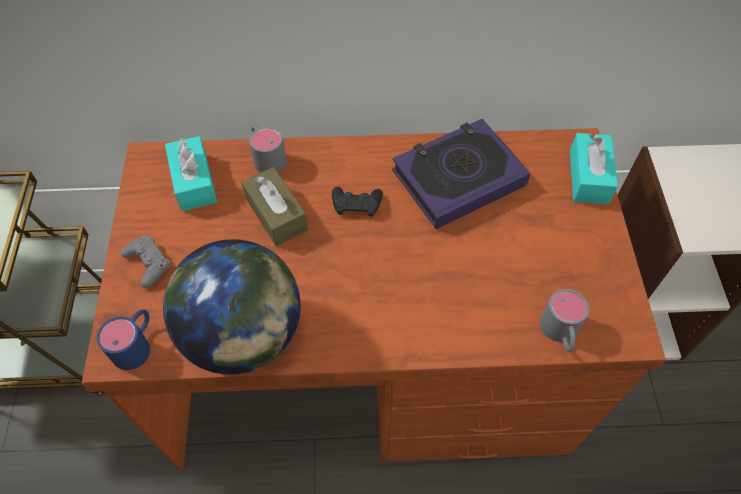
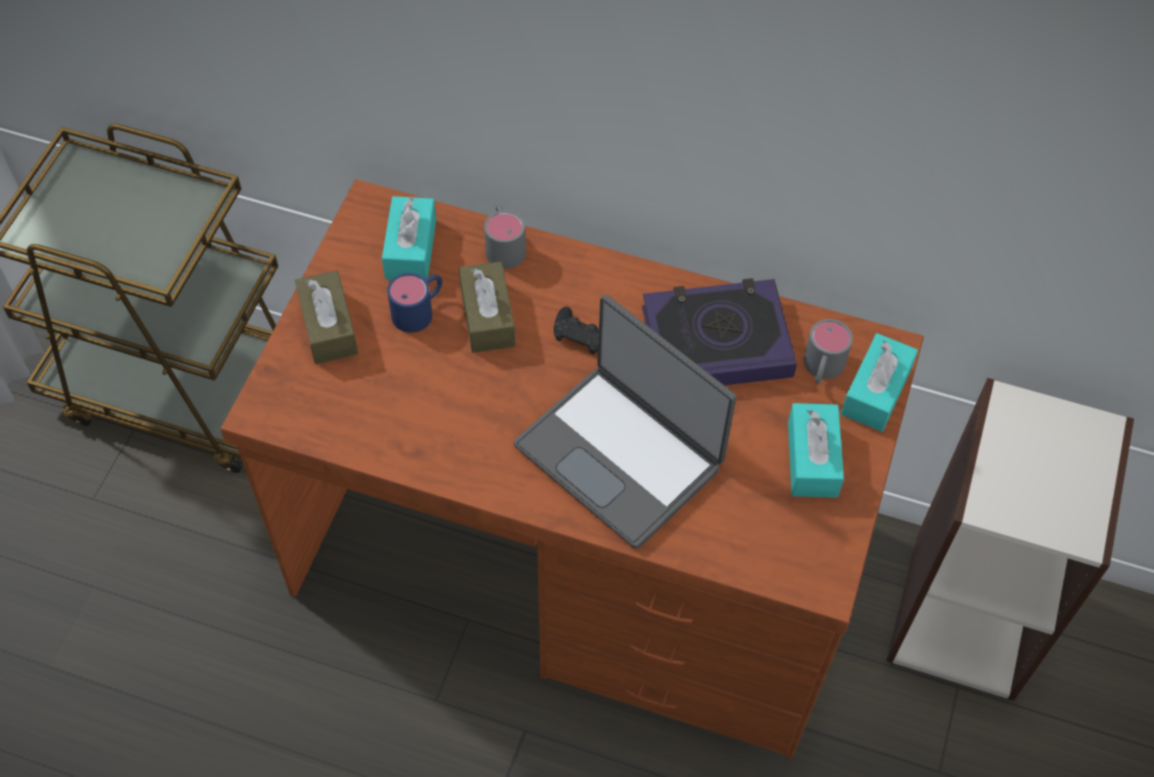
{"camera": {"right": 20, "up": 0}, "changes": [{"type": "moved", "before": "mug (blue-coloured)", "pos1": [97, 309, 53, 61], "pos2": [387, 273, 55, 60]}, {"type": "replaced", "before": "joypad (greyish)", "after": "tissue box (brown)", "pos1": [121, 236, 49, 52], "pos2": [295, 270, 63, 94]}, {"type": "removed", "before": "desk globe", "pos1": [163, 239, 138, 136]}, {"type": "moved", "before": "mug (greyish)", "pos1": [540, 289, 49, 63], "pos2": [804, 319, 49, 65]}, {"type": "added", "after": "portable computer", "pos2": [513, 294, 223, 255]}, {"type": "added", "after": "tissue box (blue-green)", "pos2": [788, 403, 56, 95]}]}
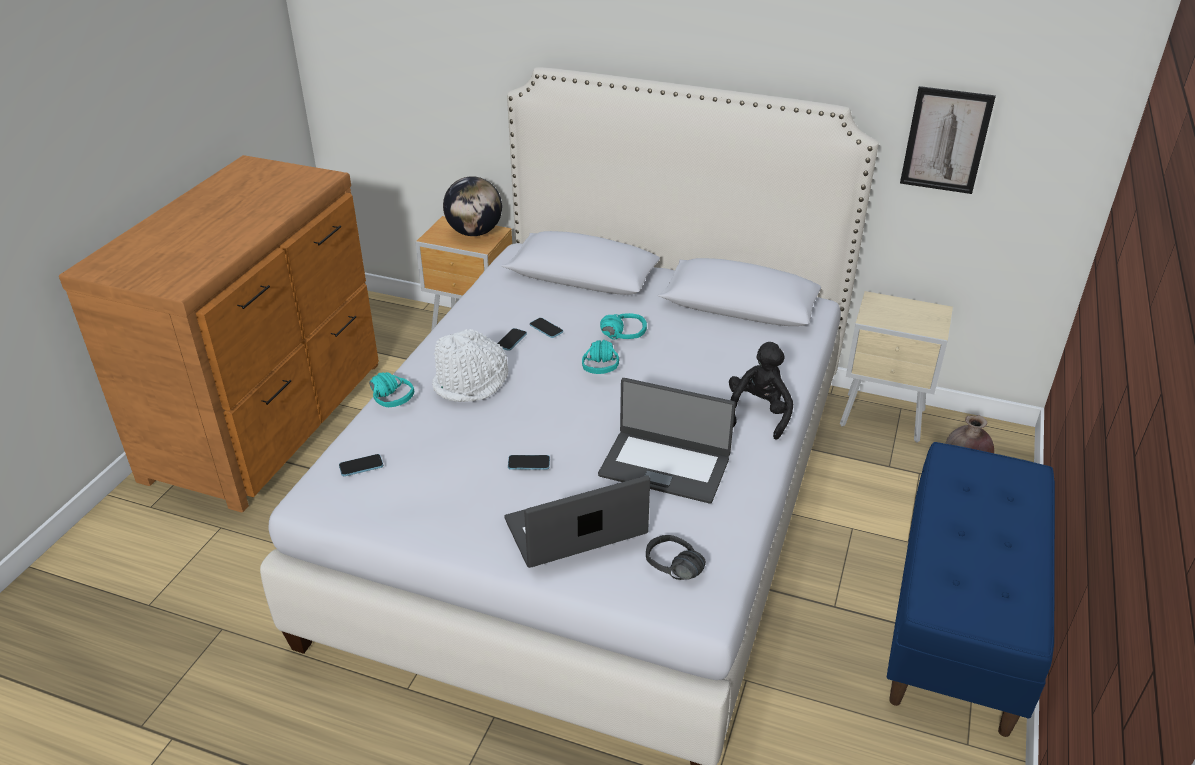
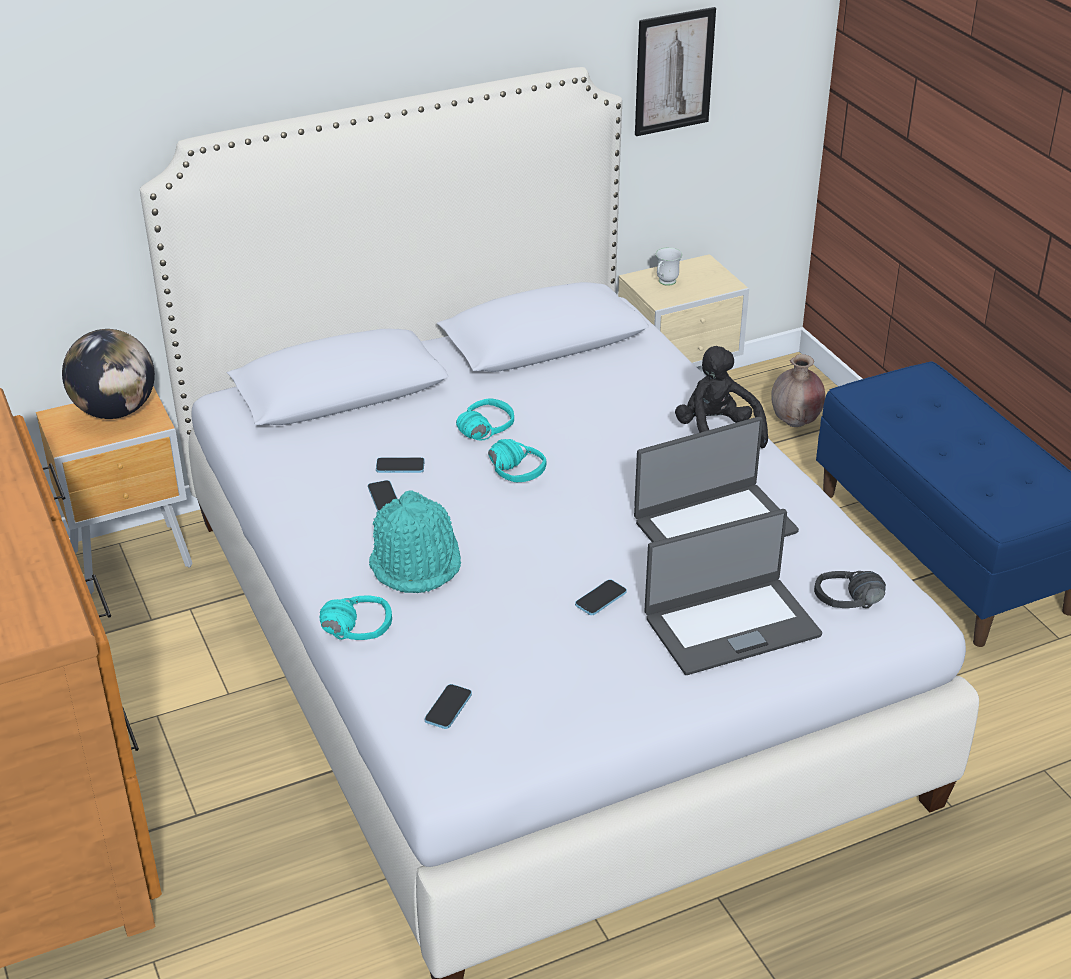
{"camera": {"right": -45, "up": 0}, "changes": [{"type": "recoloured", "before": "clothing hat (whitish)", "after": "clothing hat (blue-green)", "pos1": [432, 329, 76, 73], "pos2": [369, 490, 92, 103]}, {"type": "turned", "before": "portable computer", "pos1": [504, 475, 146, 93], "pos2": [644, 509, 178, 166], "turn": -135}, {"type": "added", "after": "mug (whitish)", "pos2": [656, 247, 26, 39]}]}
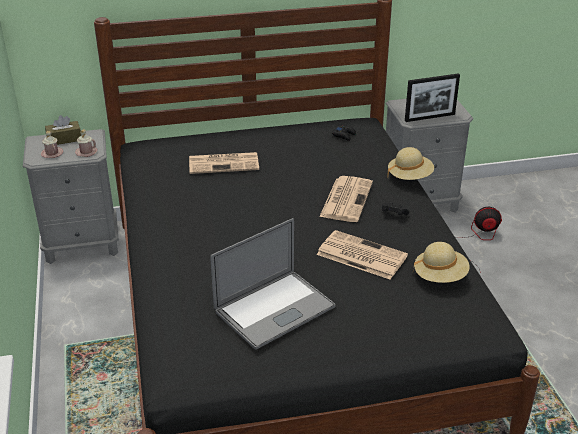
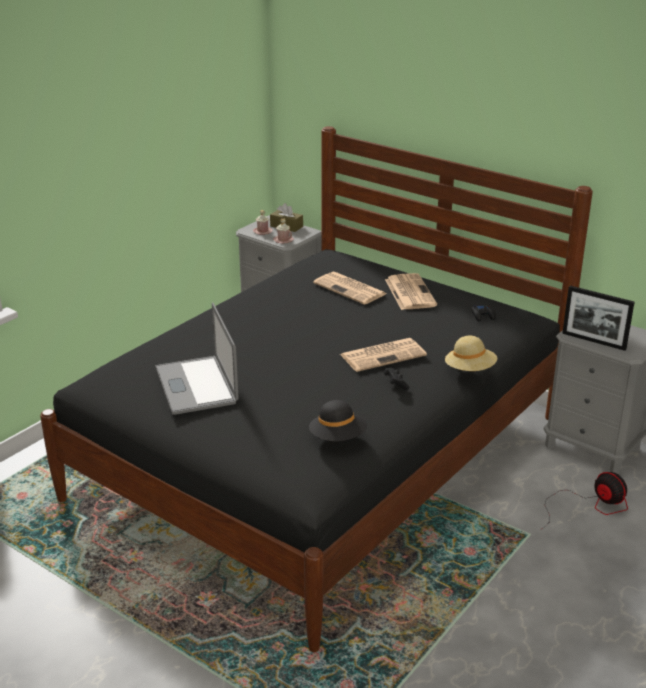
{"camera": {"right": 50, "up": -5}, "changes": [{"type": "turned", "before": "portable computer", "pos1": [210, 218, 126, 132], "pos2": [156, 303, 82, 112], "turn": 60}, {"type": "moved", "before": "newspaper", "pos1": [317, 230, 91, 50], "pos2": [385, 273, 52, 37]}, {"type": "recoloured", "before": "clothing hat (beige)", "after": "clothing hat (black-coloured)", "pos1": [413, 242, 56, 41], "pos2": [309, 400, 58, 41]}]}
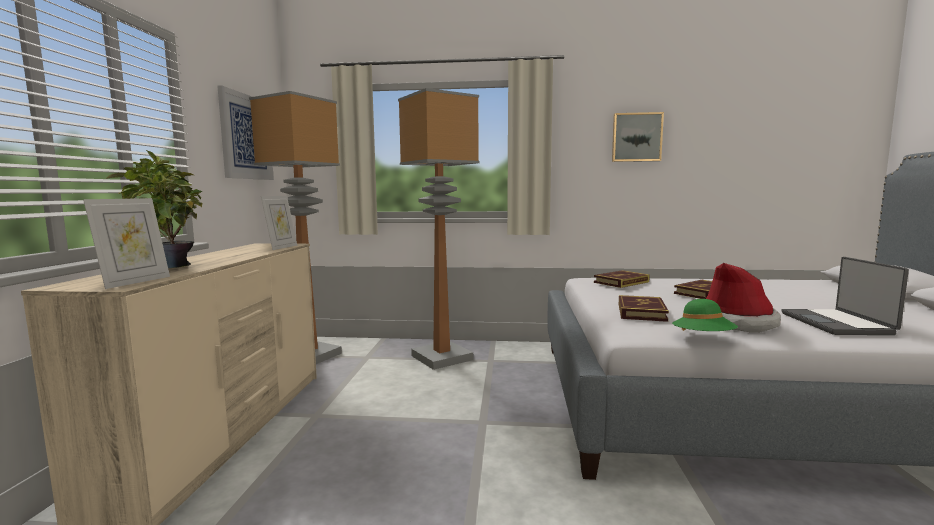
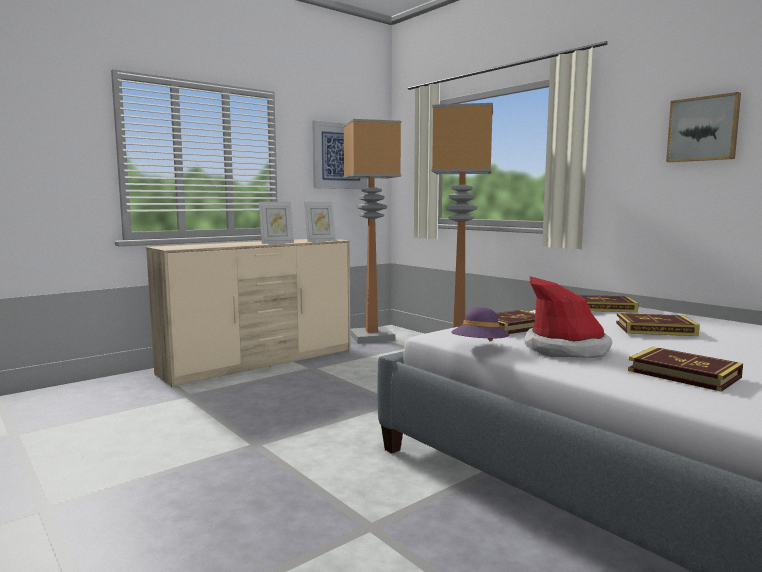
{"camera": {"right": 45, "up": 0}, "changes": [{"type": "moved", "before": "standing frame", "pos1": [83, 198, 87, 91], "pos2": [259, 202, 35, 42]}, {"type": "removed", "before": "houseplant", "pos1": [106, 150, 96, 118]}, {"type": "recoloured", "before": "clothing hat (green-coloured)", "after": "clothing hat (purple)", "pos1": [672, 299, 66, 32], "pos2": [451, 307, 58, 35]}, {"type": "replaced", "before": "portable computer", "after": "volume", "pos1": [782, 257, 127, 78], "pos2": [628, 347, 115, 45]}]}
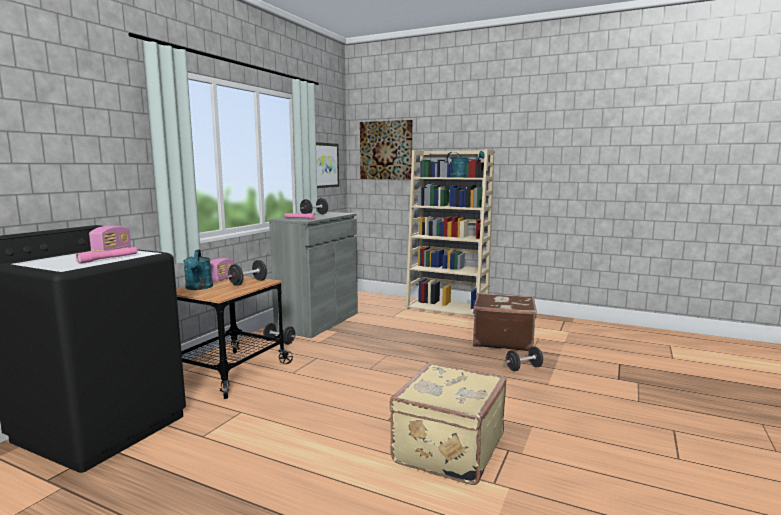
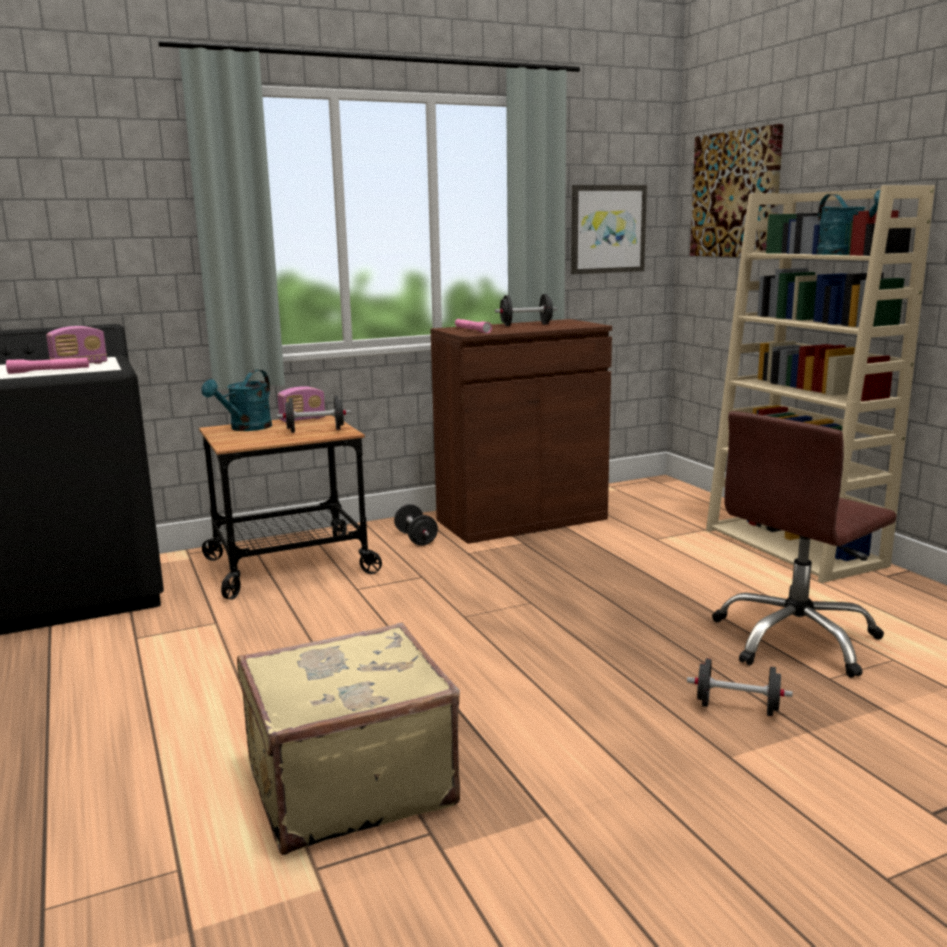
{"camera": {"right": 40, "up": 5}, "changes": [{"type": "recoloured", "before": "cupboard (greyish)", "after": "cupboard (brown)", "pos1": [269, 212, 89, 126], "pos2": [431, 319, 181, 225]}, {"type": "replaced", "before": "travel case (brown)", "after": "desk chair (brown)", "pos1": [473, 293, 64, 58], "pos2": [712, 411, 185, 267]}]}
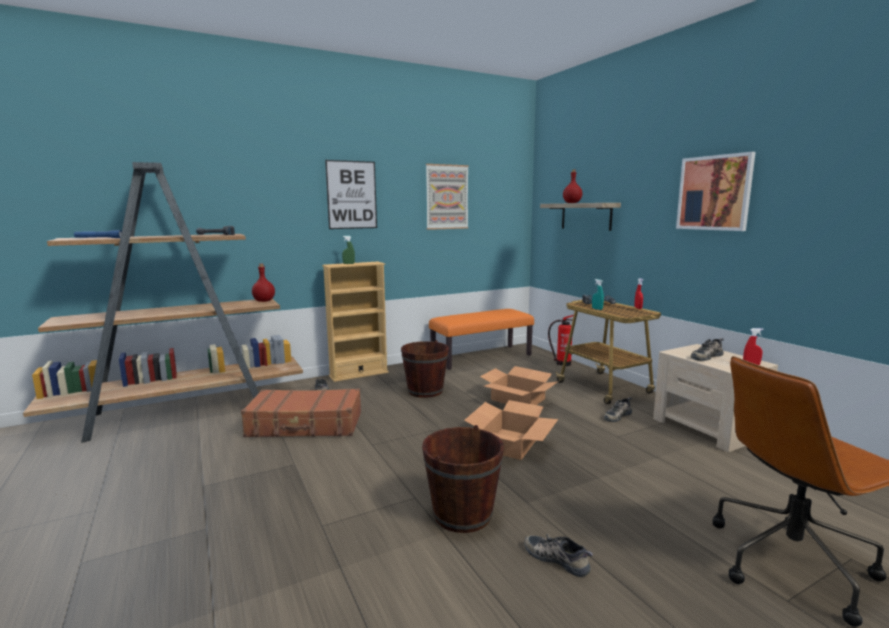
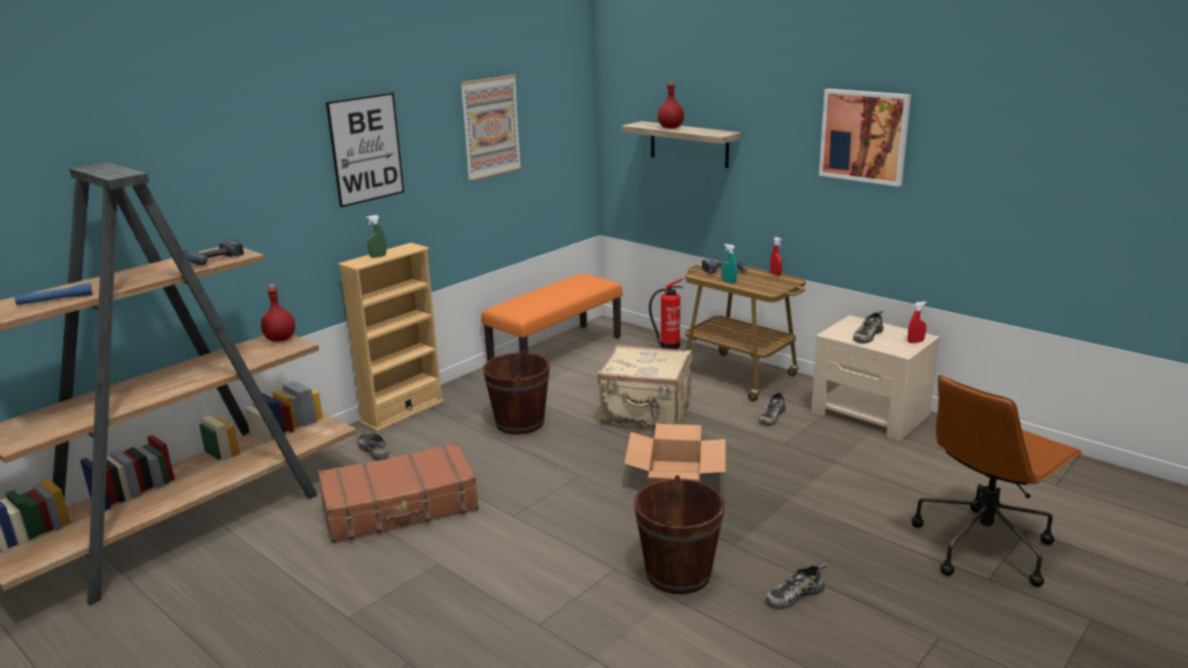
{"camera": {"right": -20, "up": 10}, "changes": [{"type": "replaced", "before": "cardboard box", "after": "travel case (beige)", "pos1": [480, 366, 79, 39], "pos2": [597, 344, 95, 85]}, {"type": "turned", "before": "shoe", "pos1": [524, 534, 69, 43], "pos2": [766, 564, 61, 45], "turn": -45}]}
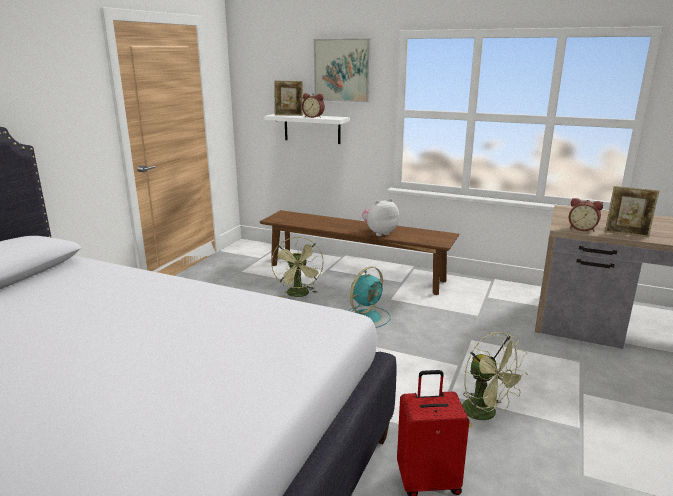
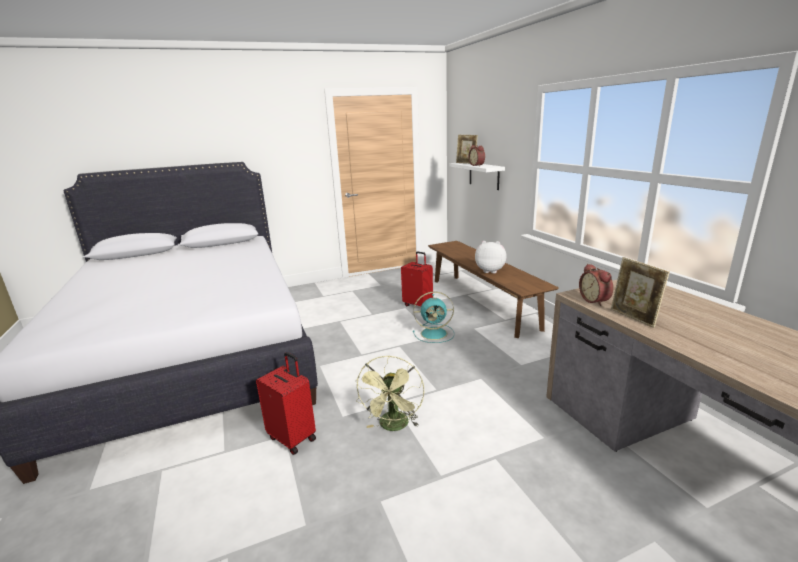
{"camera": {"right": 45, "up": 0}, "changes": [{"type": "replaced", "before": "fan (green-coloured)", "after": "travel case (red-coloured)", "pos1": [271, 237, 53, 60], "pos2": [401, 251, 32, 55]}, {"type": "removed", "before": "picture", "pos1": [314, 38, 57, 64]}]}
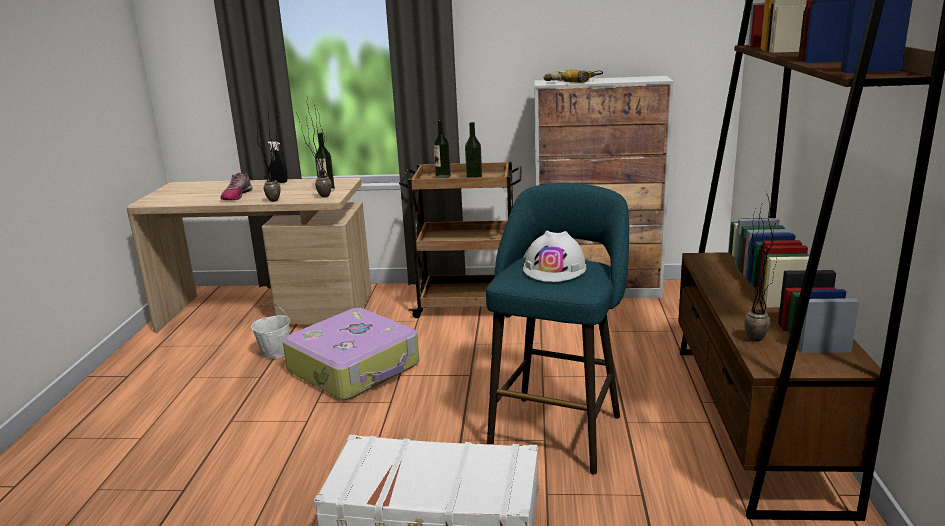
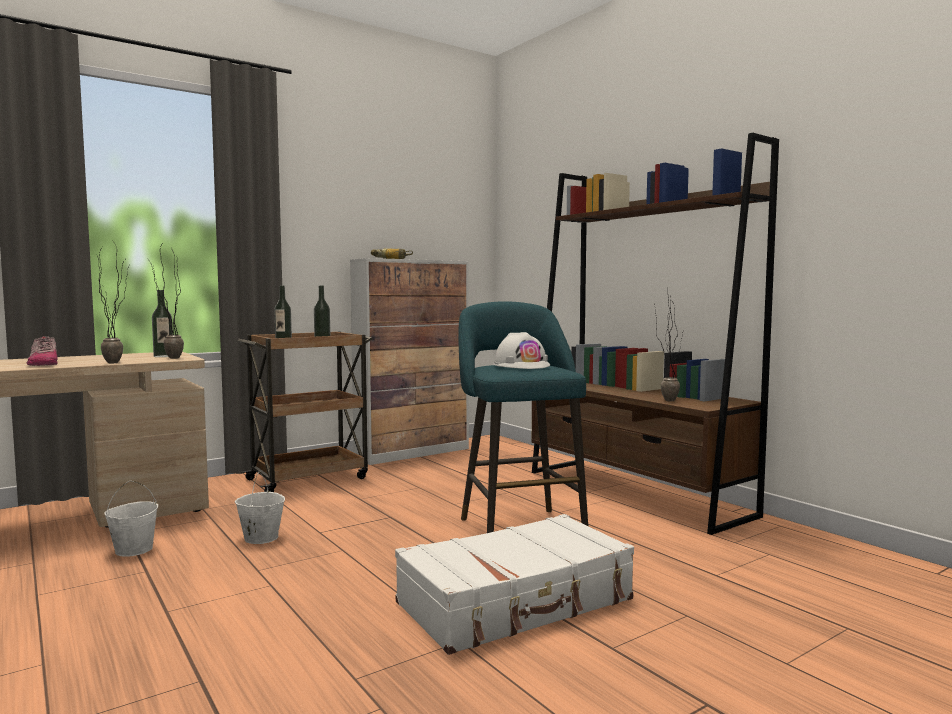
{"camera": {"right": -40, "up": -15}, "changes": [{"type": "removed", "before": "hand sprayer (black-coloured)", "pos1": [268, 141, 19, 42]}, {"type": "replaced", "before": "travel case", "after": "water bucket (whitish)", "pos1": [283, 308, 136, 92], "pos2": [235, 472, 50, 72]}]}
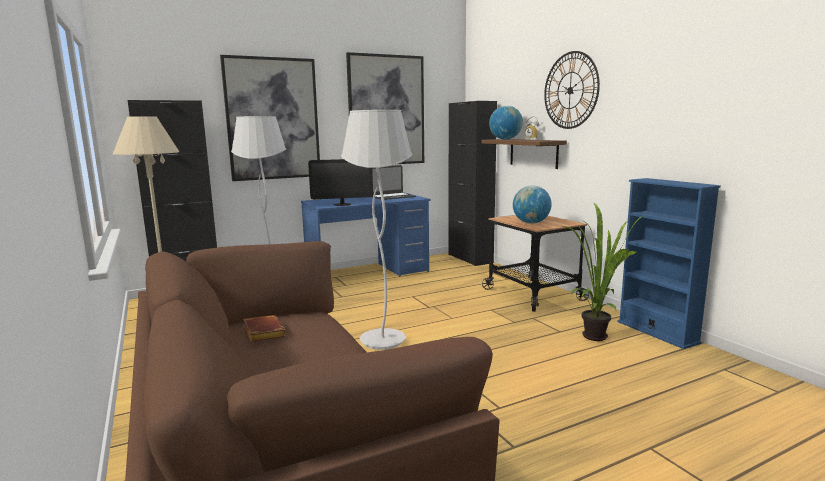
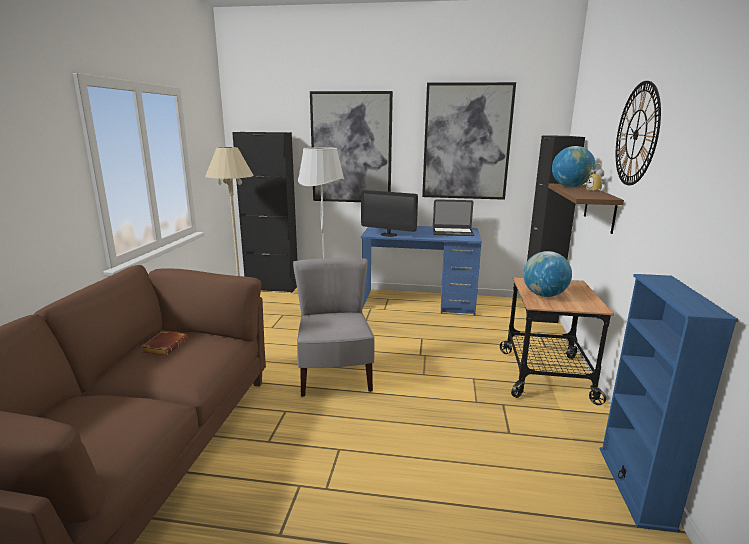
{"camera": {"right": 35, "up": 5}, "changes": [{"type": "replaced", "before": "standard lamp (whitish)", "after": "plain chair (greyish)", "pos1": [341, 110, 71, 240], "pos2": [293, 258, 82, 139]}, {"type": "removed", "before": "houseplant", "pos1": [563, 202, 80, 139]}]}
